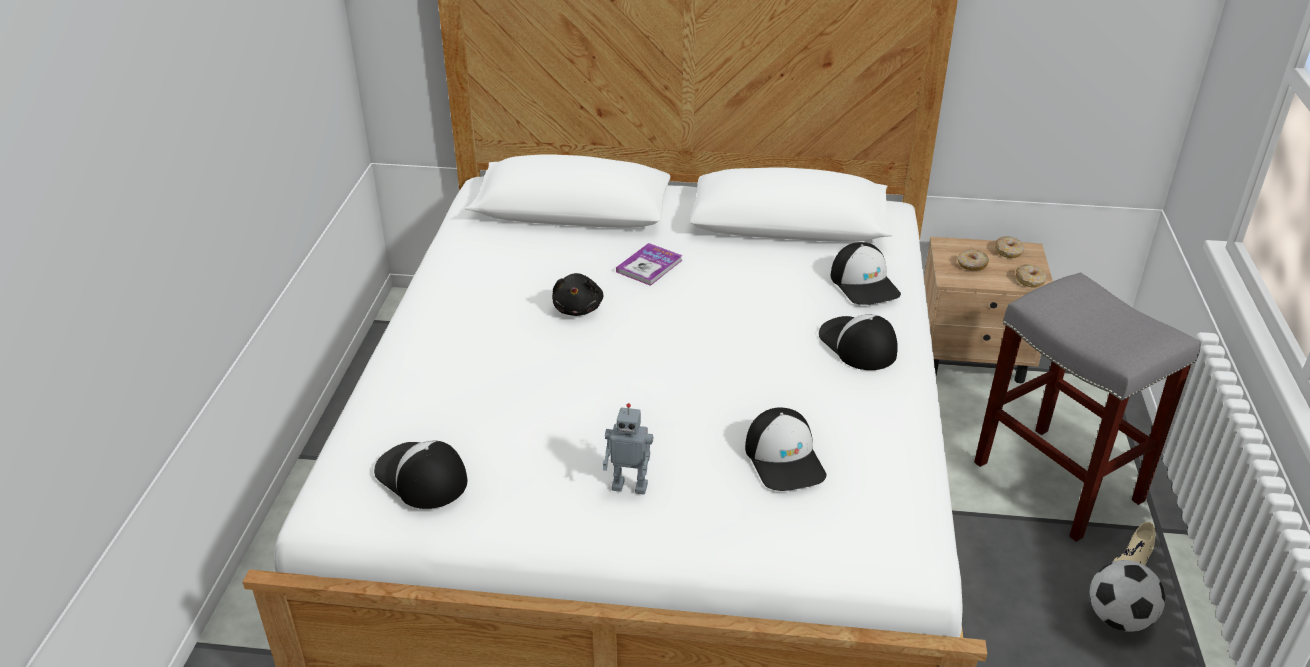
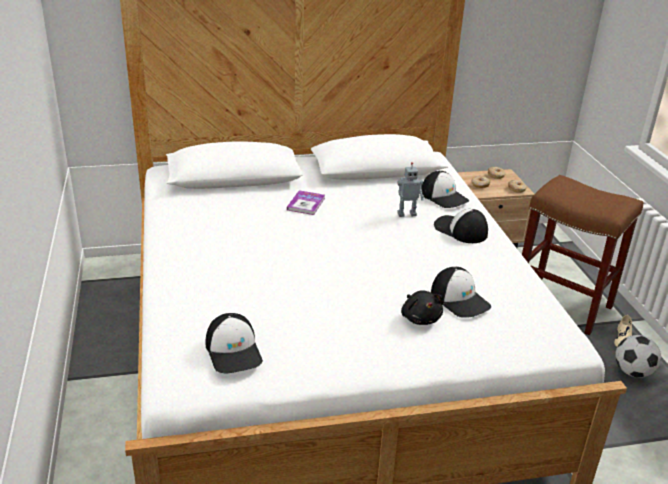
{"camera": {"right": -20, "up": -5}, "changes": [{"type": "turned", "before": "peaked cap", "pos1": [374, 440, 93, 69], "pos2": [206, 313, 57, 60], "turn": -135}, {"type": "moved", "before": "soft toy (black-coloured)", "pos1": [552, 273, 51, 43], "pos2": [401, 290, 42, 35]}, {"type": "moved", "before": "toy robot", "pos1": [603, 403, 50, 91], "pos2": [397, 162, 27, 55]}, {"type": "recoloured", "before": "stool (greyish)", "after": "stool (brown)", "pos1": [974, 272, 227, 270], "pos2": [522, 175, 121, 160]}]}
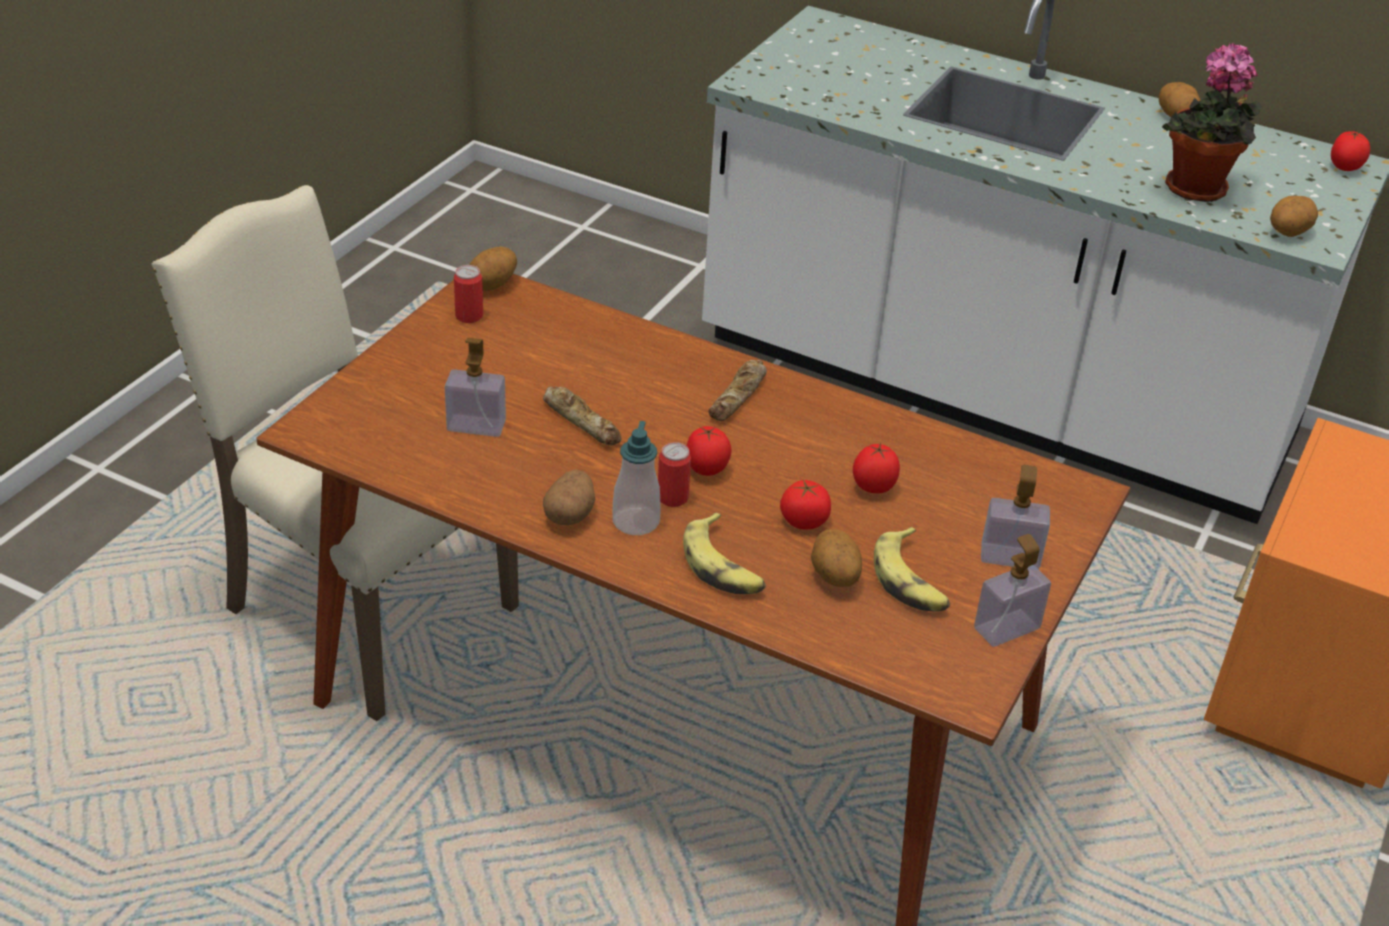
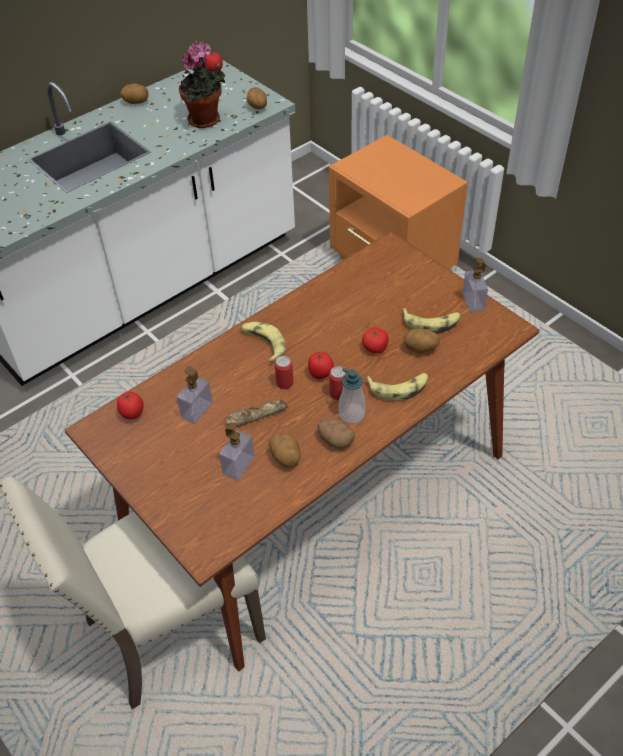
{"camera": {"right": -65, "up": 10}, "changes": [{"type": "moved", "before": "can", "pos1": [454, 265, 29, 58], "pos2": [275, 356, 18, 33]}, {"type": "moved", "before": "spud", "pos1": [469, 246, 48, 45], "pos2": [269, 433, 32, 35]}, {"type": "replaced", "before": "baked bread", "after": "banana", "pos1": [708, 360, 59, 61], "pos2": [241, 322, 45, 41]}, {"type": "moved", "before": "tomato", "pos1": [853, 443, 47, 50], "pos2": [117, 391, 27, 29]}, {"type": "moved", "before": "liquid soap bottle", "pos1": [981, 465, 69, 104], "pos2": [177, 366, 36, 58]}]}
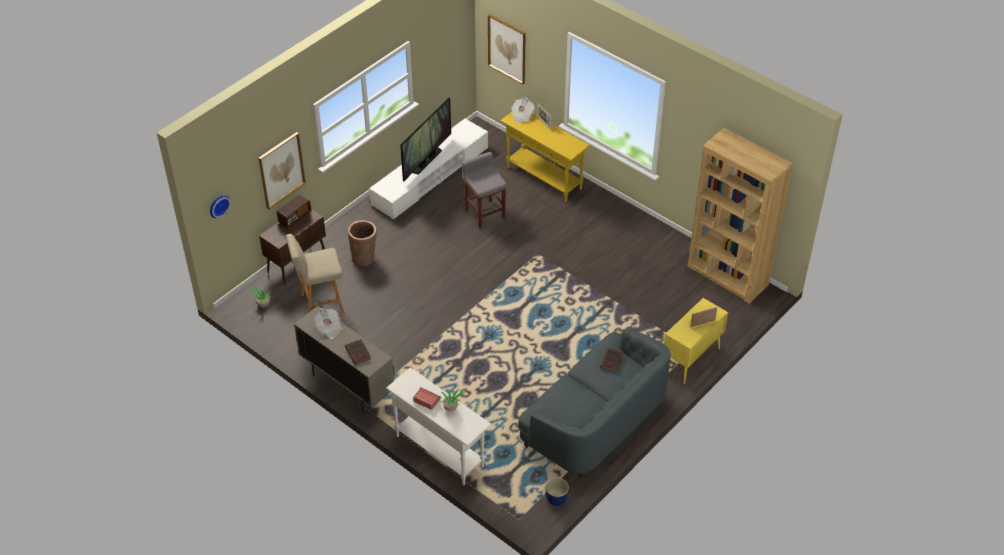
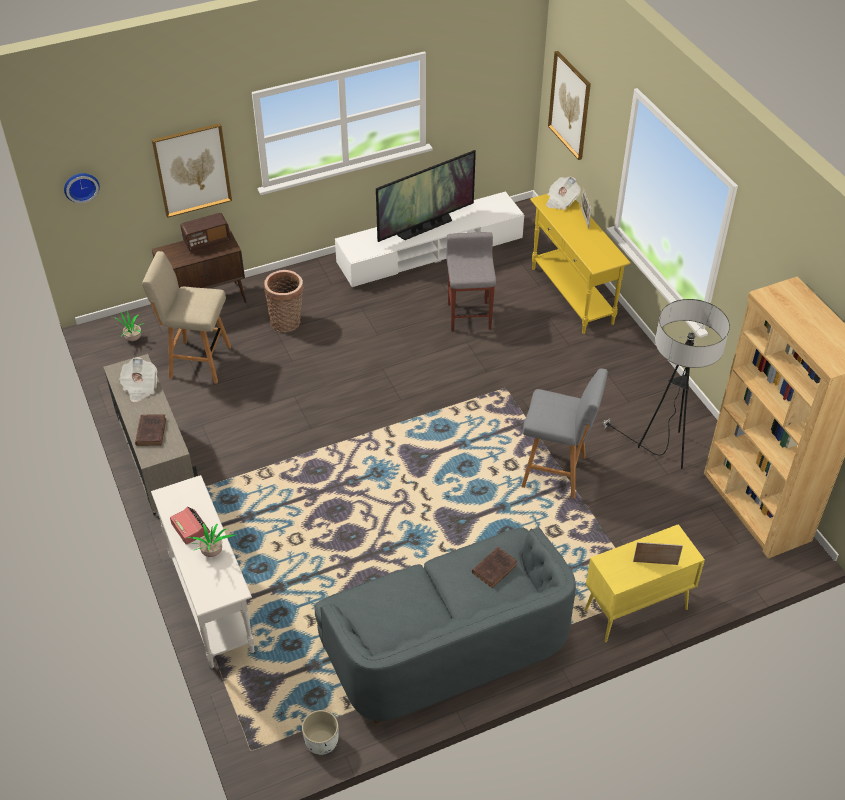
{"camera": {"right": 25, "up": 0}, "changes": [{"type": "recoloured", "before": "plant pot (blue-coloured)", "after": "plant pot (whitish)", "pos1": [546, 478, 23, 28], "pos2": [302, 710, 37, 45]}, {"type": "added", "after": "stool (greyish)", "pos2": [521, 368, 87, 131]}, {"type": "added", "after": "standard lamp", "pos2": [601, 299, 129, 170]}]}
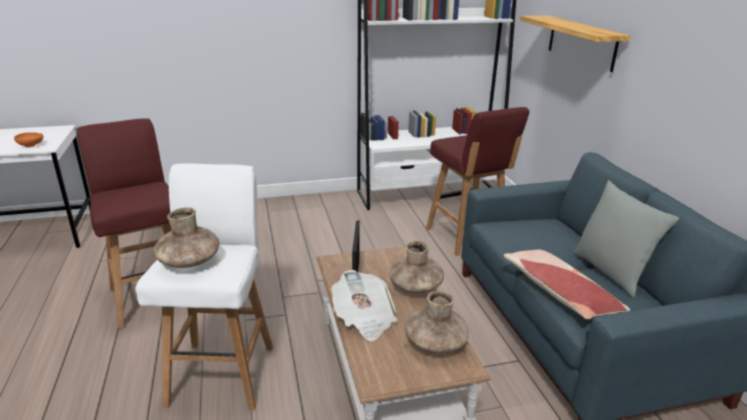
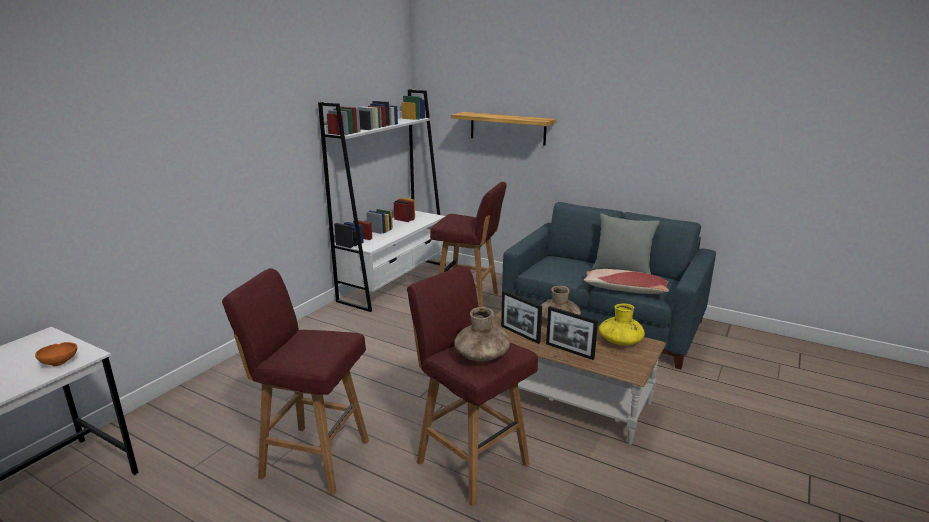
{"camera": {"right": -45, "up": -5}, "changes": [{"type": "recoloured", "before": "stool (whitish)", "after": "stool (red-coloured)", "pos1": [135, 163, 138, 247], "pos2": [407, 266, 131, 240]}, {"type": "replaced", "before": "newspaper", "after": "standing frame", "pos1": [331, 270, 66, 71], "pos2": [546, 306, 52, 54]}, {"type": "recoloured", "before": "decorative vase (brown)", "after": "decorative vase (yellow-coloured)", "pos1": [405, 291, 64, 62], "pos2": [599, 304, 46, 41]}]}
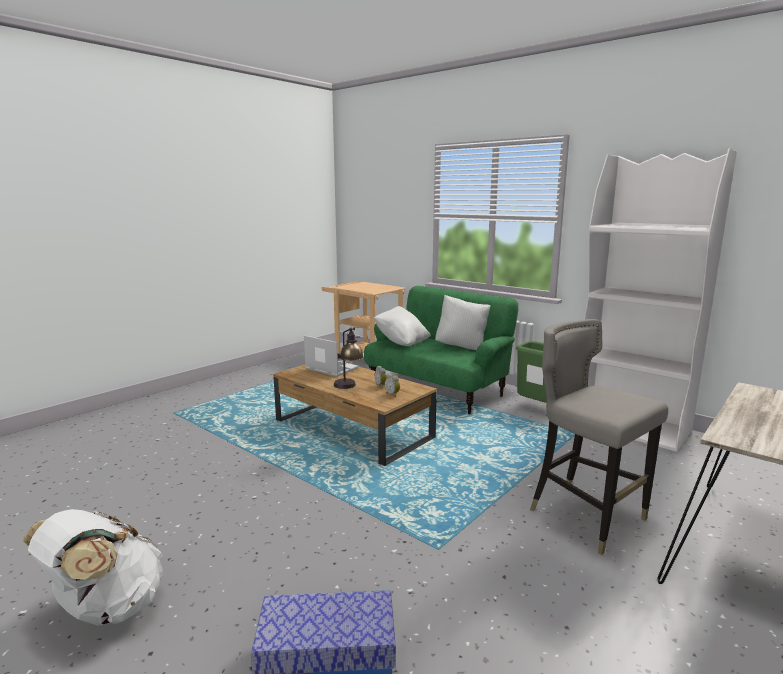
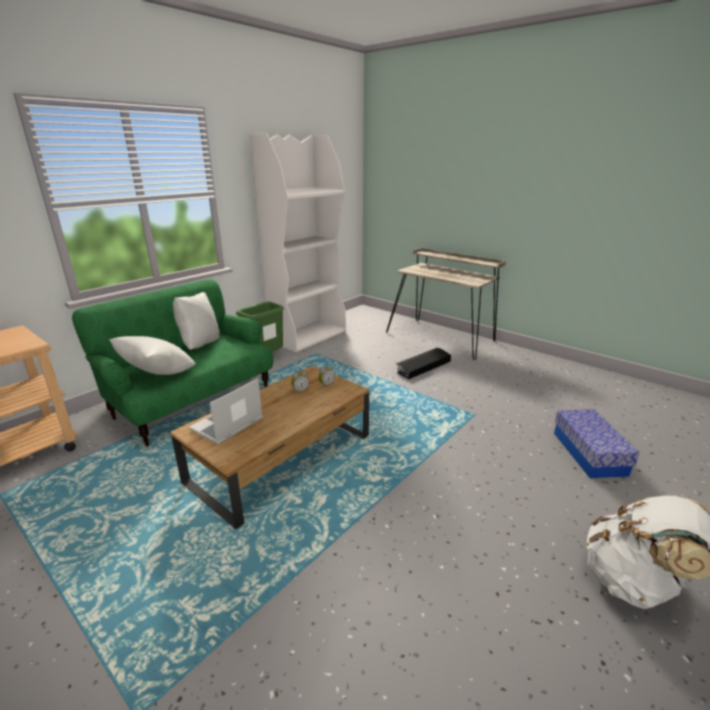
{"camera": {"right": -90, "up": 10}, "changes": [{"type": "removed", "before": "table lamp", "pos1": [334, 328, 30, 61]}, {"type": "replaced", "before": "stool (greyish)", "after": "storage box (black-coloured)", "pos1": [530, 319, 139, 236], "pos2": [396, 348, 55, 31]}]}
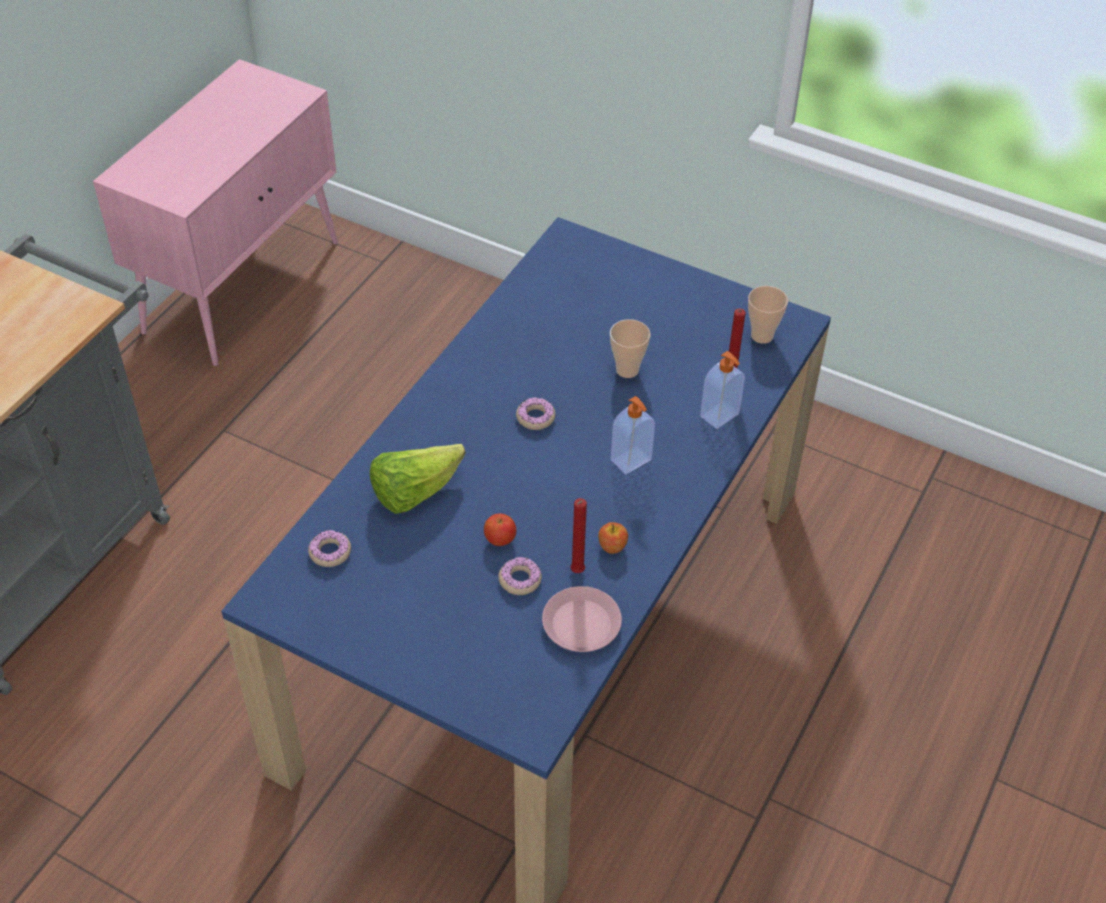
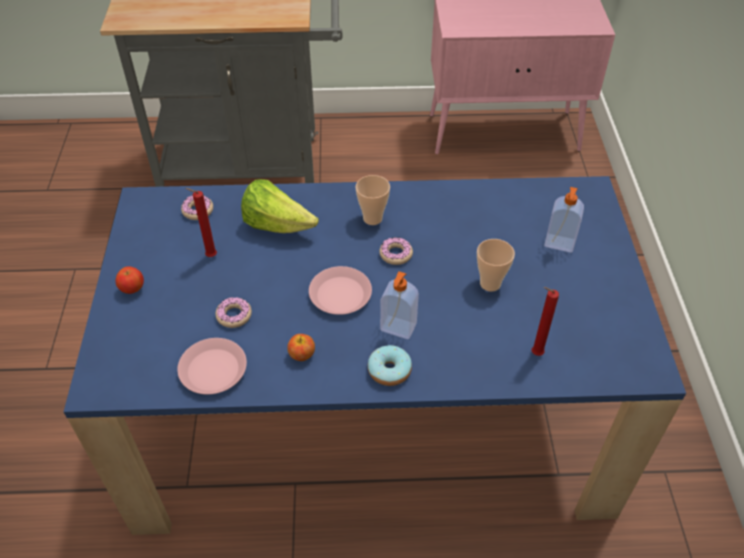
{"camera": {"right": 60, "up": 0}, "changes": [{"type": "moved", "before": "apple fruit", "pos1": [484, 513, 32, 33], "pos2": [116, 266, 28, 28]}, {"type": "moved", "before": "wax light (red-coloured)", "pos1": [570, 498, 17, 75], "pos2": [185, 188, 32, 69]}, {"type": "moved", "before": "liquid soap bottle", "pos1": [700, 351, 45, 78], "pos2": [544, 187, 40, 65]}, {"type": "moved", "before": "small cup", "pos1": [748, 286, 40, 58], "pos2": [356, 175, 34, 50]}, {"type": "added", "after": "dinner plate (pink-coloured)", "pos2": [309, 266, 63, 49]}, {"type": "added", "after": "ring doughnut", "pos2": [368, 345, 44, 41]}]}
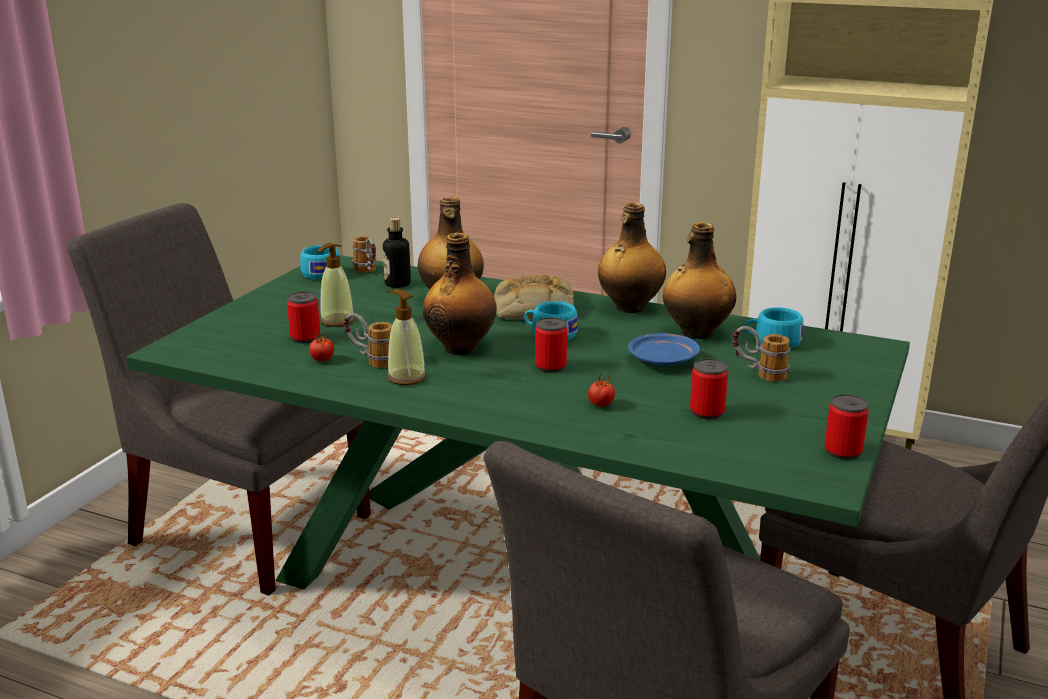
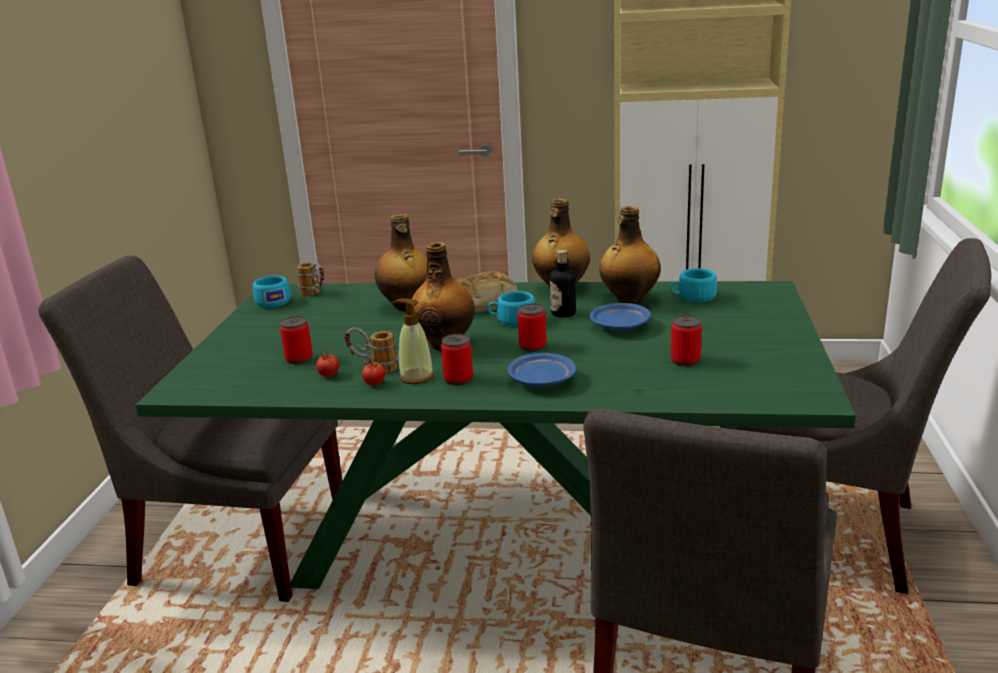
{"camera": {"right": -15, "up": 0}, "changes": [{"type": "removed", "before": "liquid soap bottle", "pos1": [317, 243, 38, 84]}, {"type": "moved", "before": "drink bottle", "pos1": [383, 218, 28, 70], "pos2": [550, 250, 26, 67]}, {"type": "moved", "before": "tomato", "pos1": [588, 374, 27, 33], "pos2": [362, 356, 23, 29]}, {"type": "removed", "before": "mug", "pos1": [732, 326, 58, 56]}, {"type": "moved", "before": "can", "pos1": [825, 394, 44, 66], "pos2": [441, 334, 32, 51]}, {"type": "added", "after": "dinner plate (blue-coloured)", "pos2": [508, 353, 68, 34]}]}
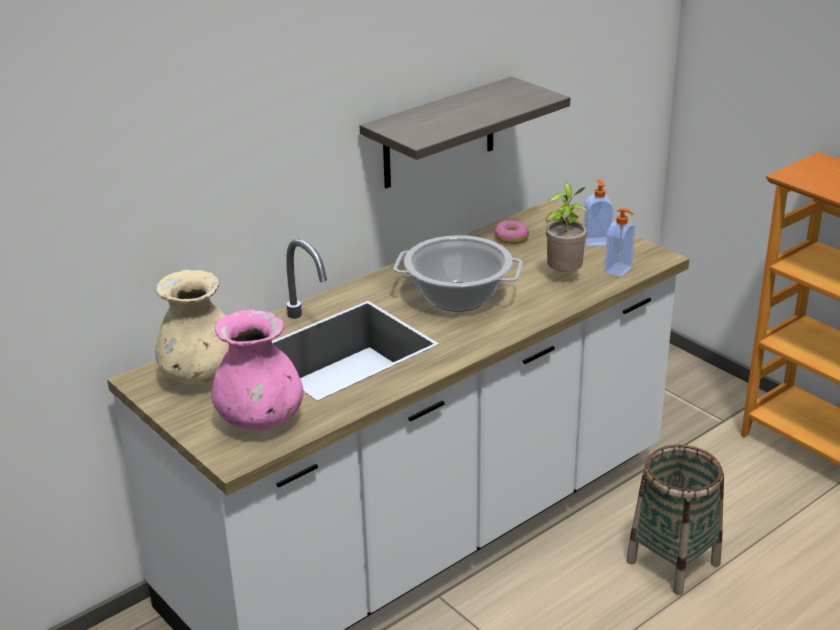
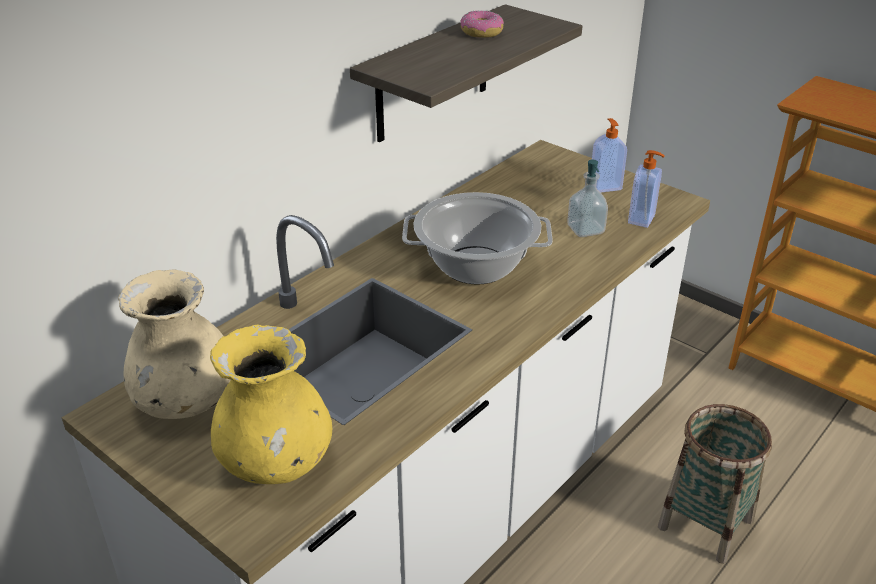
{"camera": {"right": -10, "up": 5}, "changes": [{"type": "recoloured", "before": "decorative vase (pink-coloured)", "after": "decorative vase (yellow-coloured)", "pos1": [212, 309, 91, 121], "pos2": [210, 325, 122, 159]}, {"type": "moved", "before": "ring doughnut", "pos1": [494, 221, 35, 23], "pos2": [460, 11, 44, 27]}, {"type": "replaced", "before": "houseplant", "after": "liquid soap bottle", "pos1": [546, 183, 43, 89], "pos2": [567, 160, 41, 77]}]}
